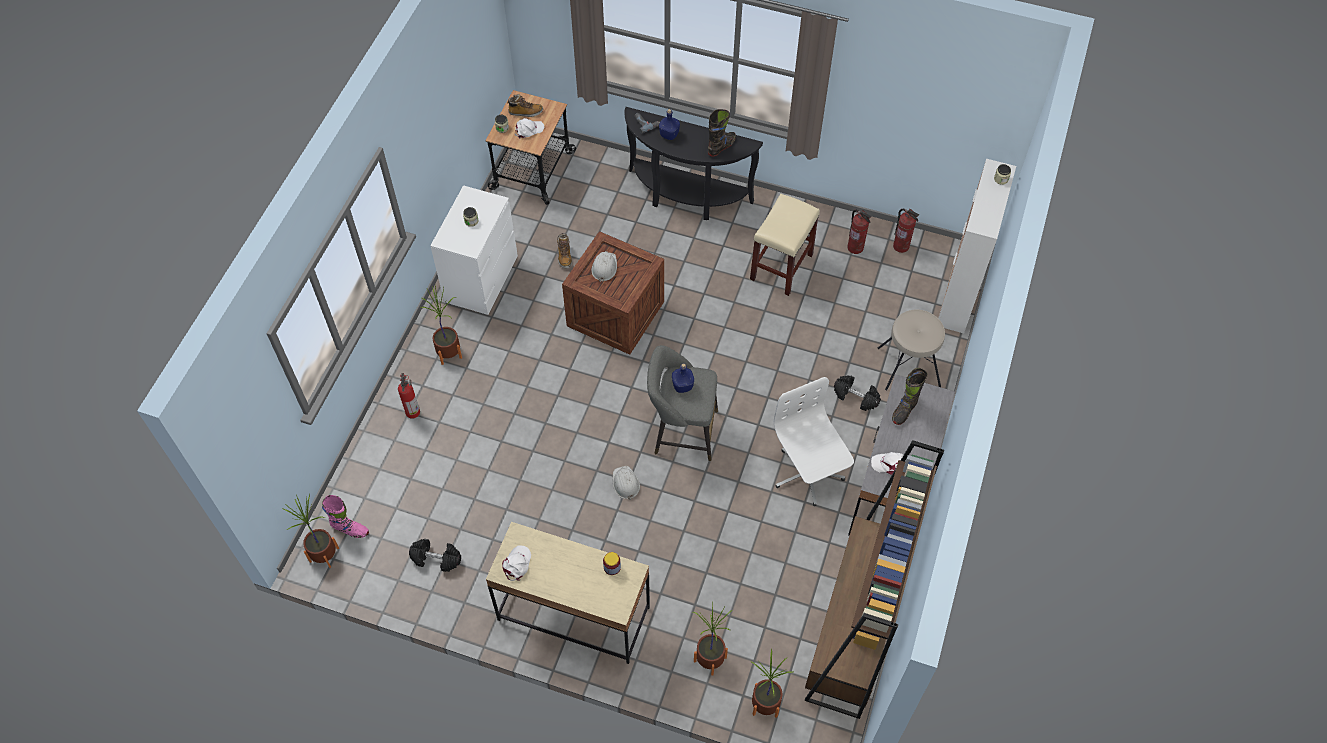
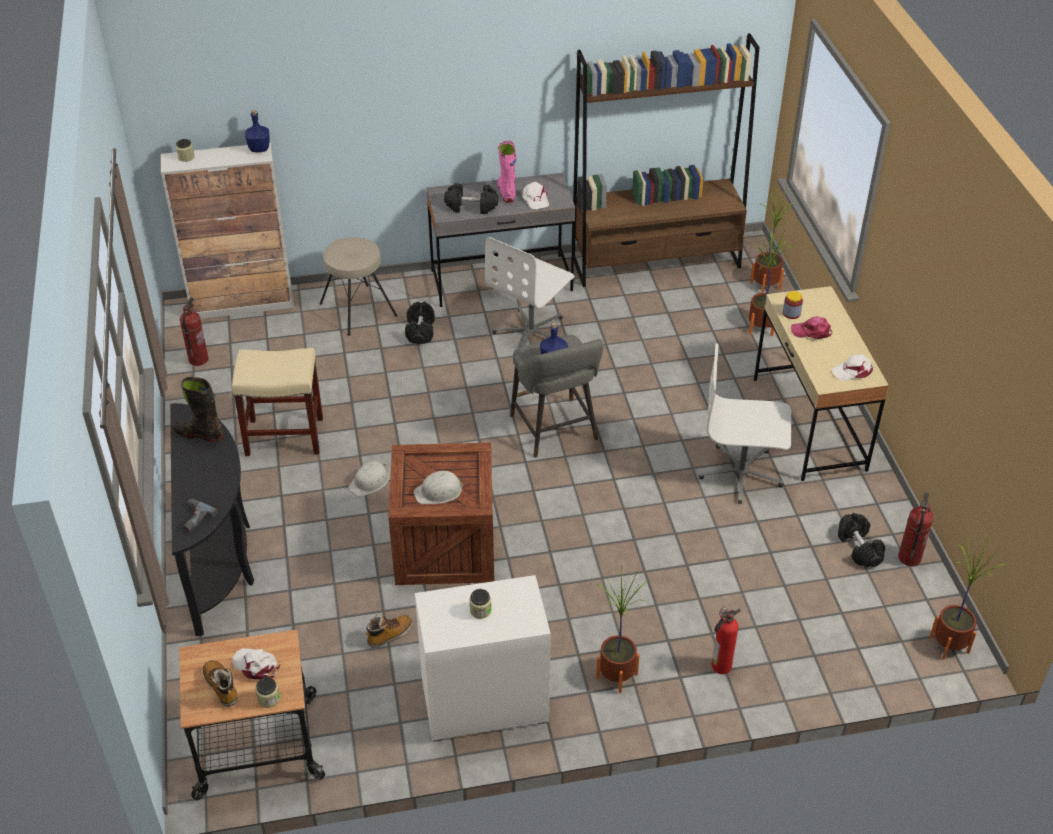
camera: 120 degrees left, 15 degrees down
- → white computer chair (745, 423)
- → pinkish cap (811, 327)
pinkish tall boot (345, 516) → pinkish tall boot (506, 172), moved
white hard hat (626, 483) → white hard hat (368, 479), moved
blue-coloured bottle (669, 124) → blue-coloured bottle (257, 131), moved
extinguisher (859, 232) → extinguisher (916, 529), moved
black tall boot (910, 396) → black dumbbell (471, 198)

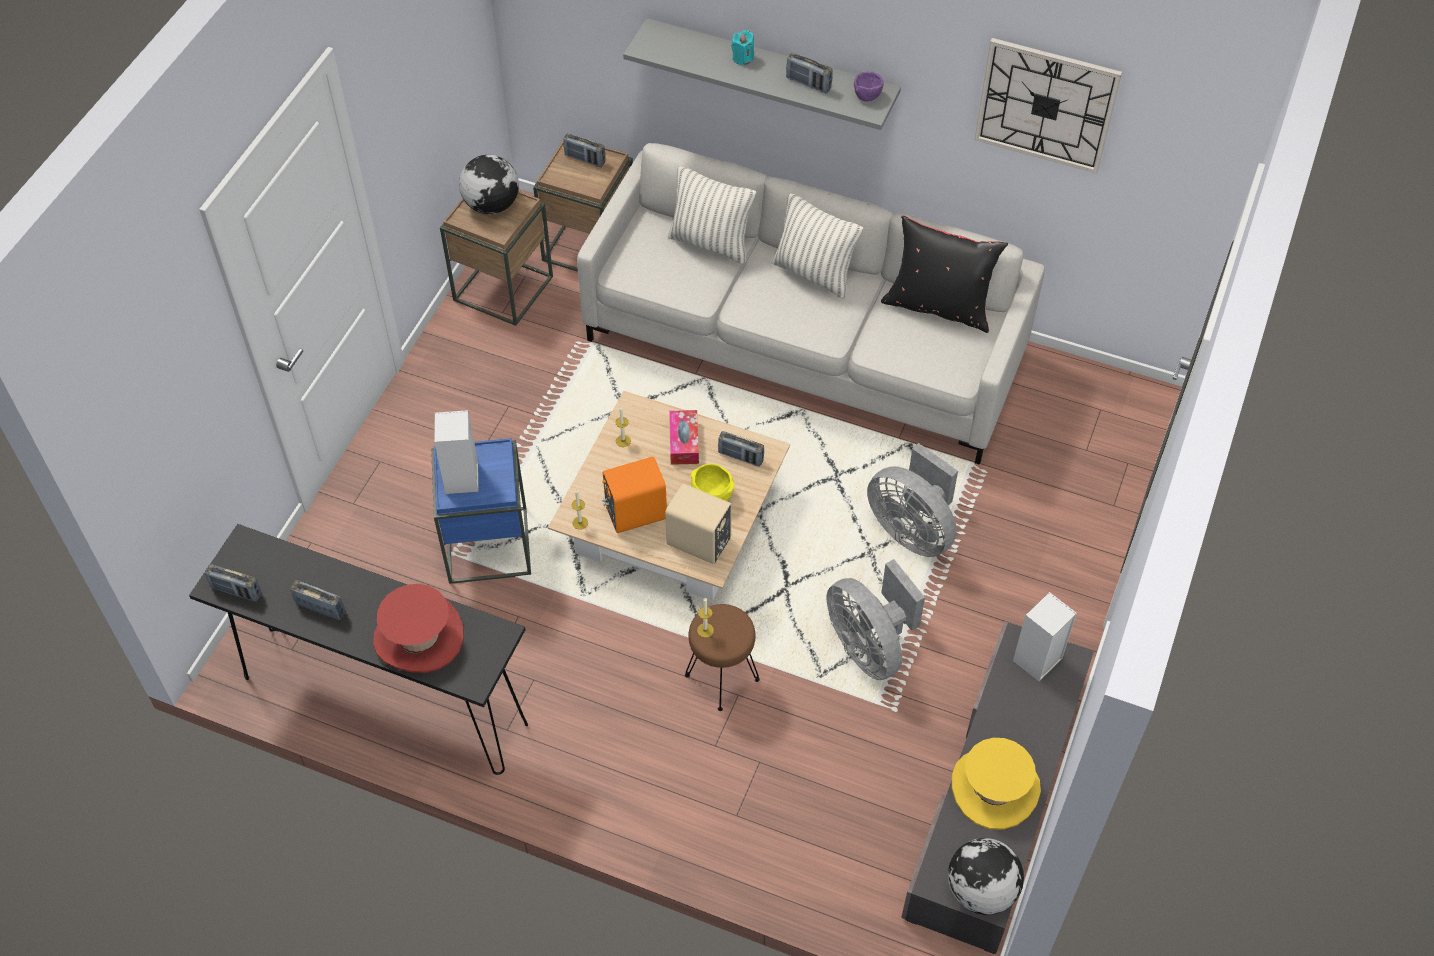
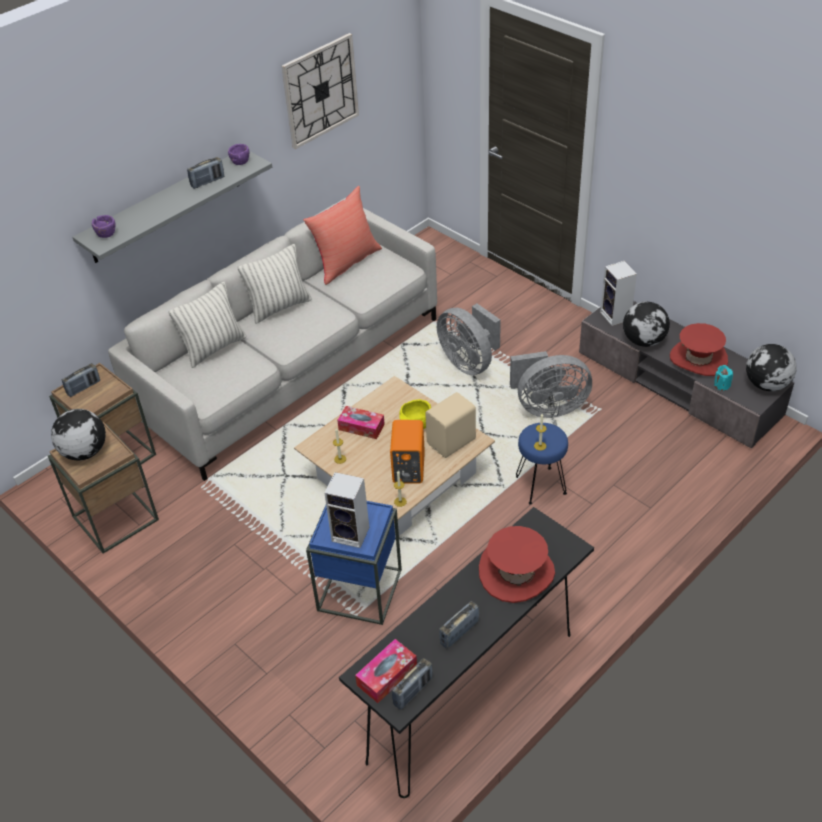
camera: 65 degrees left, 10 degrees down
radio set (741, 449) → -
- → purple serving bowl (104, 226)
- → box of tissues (386, 671)
- → globe (646, 324)
blue-green candle (742, 48) → blue-green candle (723, 378), moved
brown-coloured stool seat (722, 657) → blue-coloured stool seat (542, 464)
black throw pillow (944, 274) → reddish throw pillow (342, 235)
yellowish clothing hat (996, 784) → reddish clothing hat (699, 349)
gray electric fan (912, 500) → gray electric fan (469, 339), 75 degrees clockwise

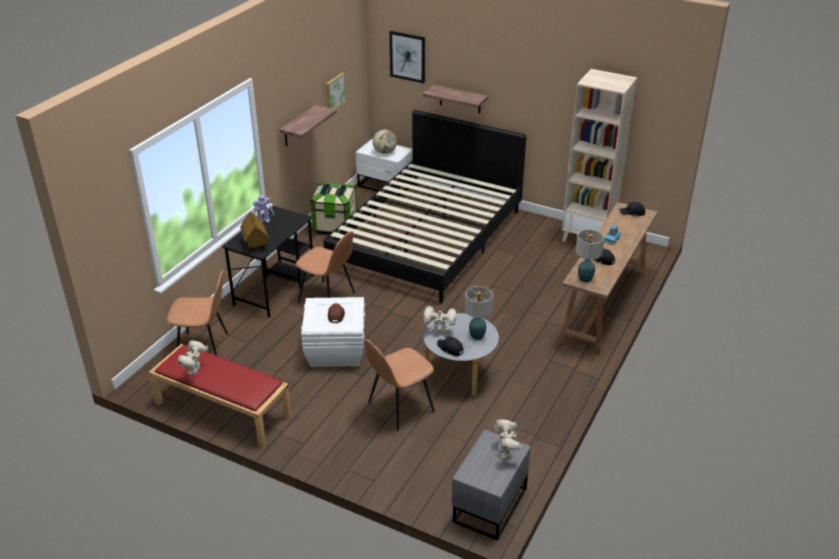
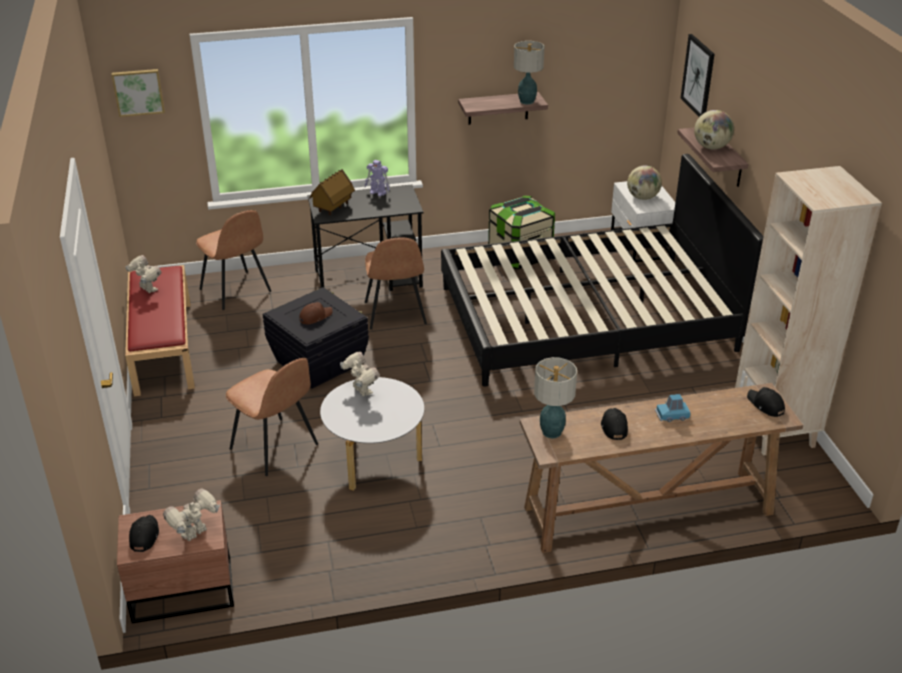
camera: 50 degrees right, 0 degrees up
- → globe (714, 129)
picture (336, 91) → picture (138, 93), moved
black cap (450, 346) → black cap (144, 533), moved
lamp for a table (479, 313) → lamp for a table (529, 73), moved
white storage container (333, 332) → black storage container (316, 338)
gray nightstand (491, 485) → brown-coloured nightstand (175, 561)
model robot (192, 357) → model robot (144, 274), 75 degrees clockwise
brown-coloured chair (399, 384) → brown-coloured chair (272, 417), 150 degrees counterclockwise

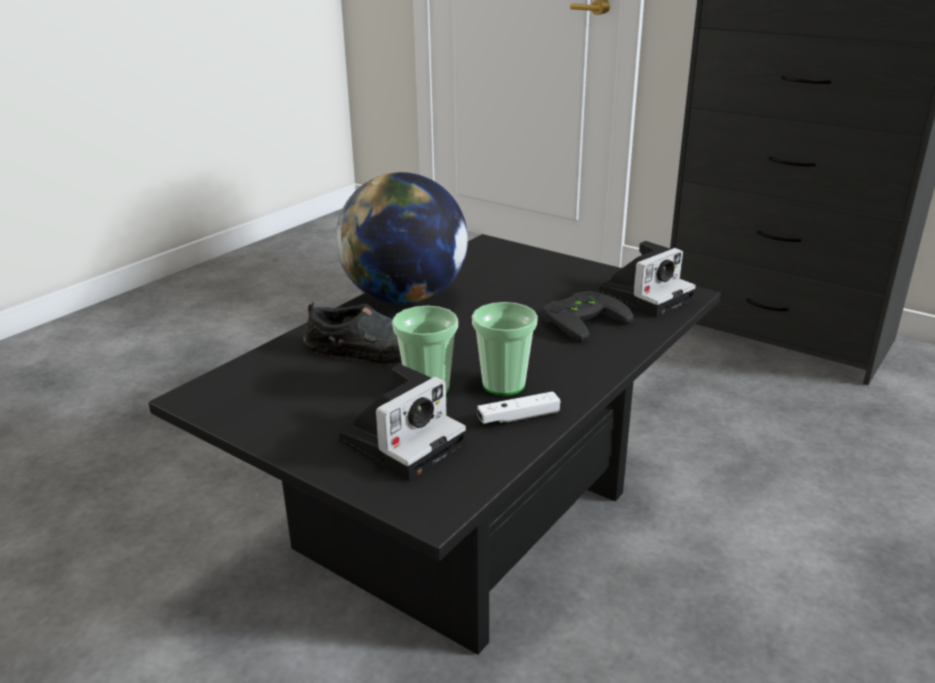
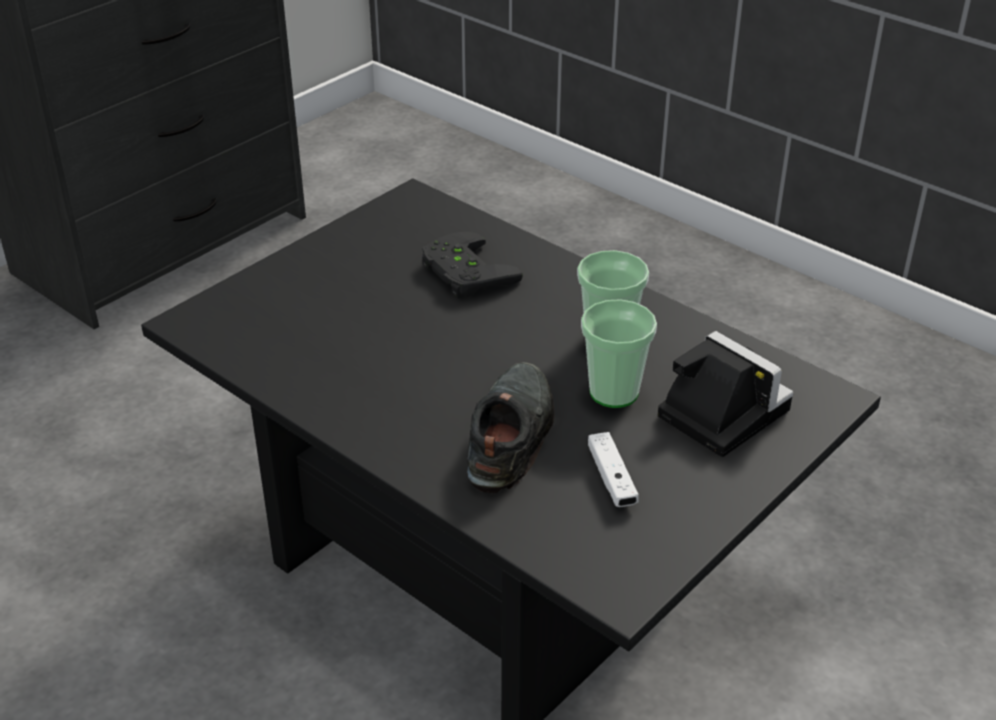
camera: 85 degrees left, 10 degrees up
globe (402, 238) → -
still camera (647, 279) → -
white game controller (519, 407) → white game controller (613, 469), moved

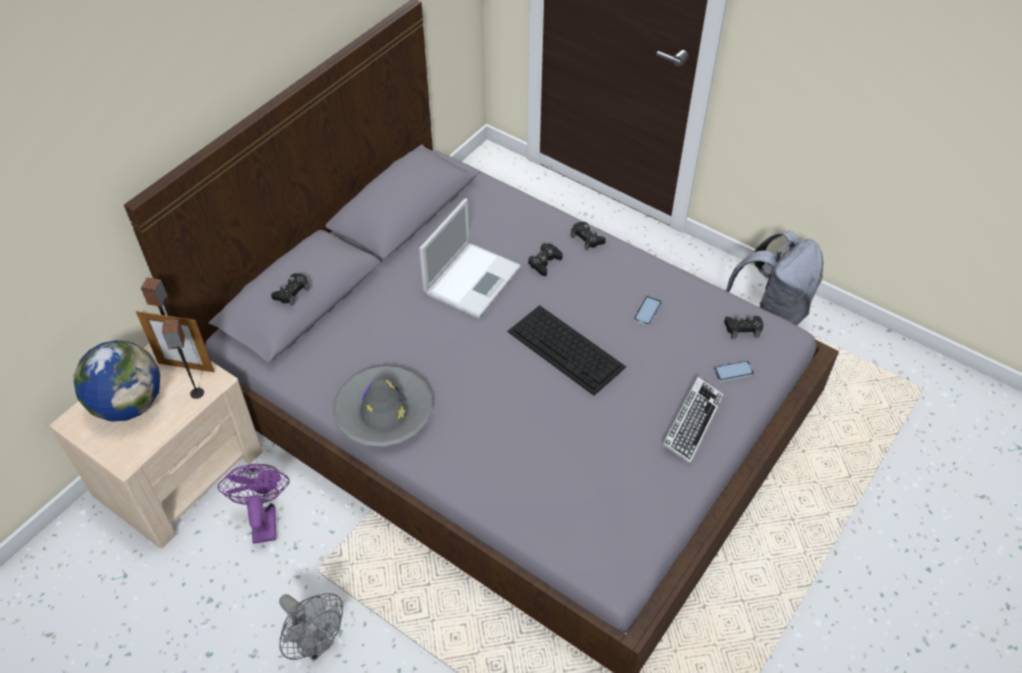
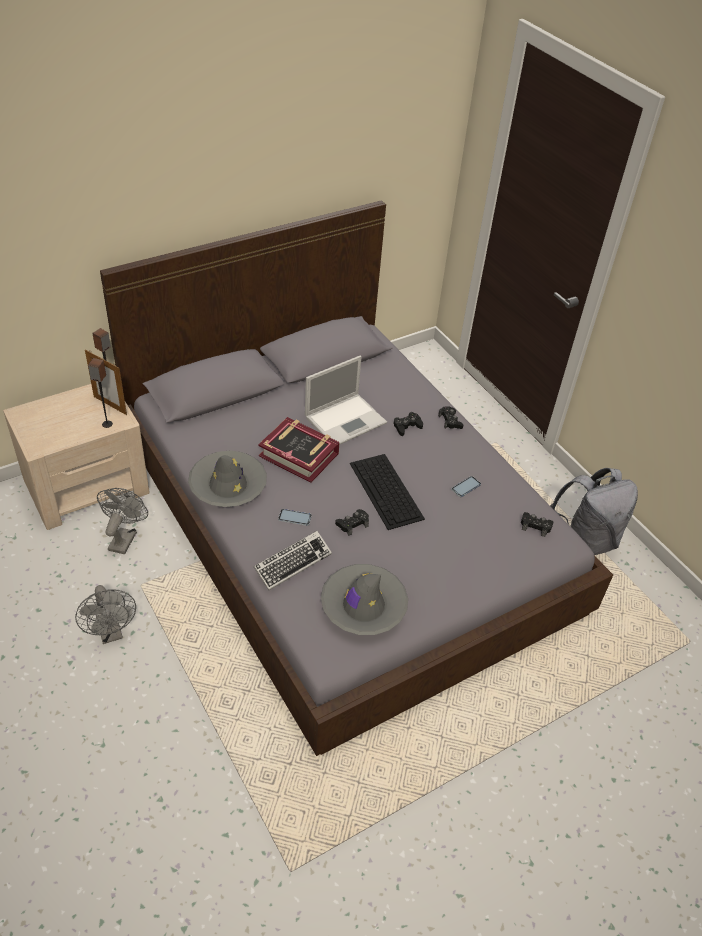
camera: 20 degrees right, 5 degrees down
globe (117, 380) → -
- → book (299, 450)
- → gray clothing hat (364, 599)
black game controller (290, 289) → black game controller (352, 522), moved
computer keyboard (693, 420) → computer keyboard (293, 560), moved
phone (734, 370) → phone (295, 517), moved
purple electric fan (254, 504) → gray electric fan (122, 521)

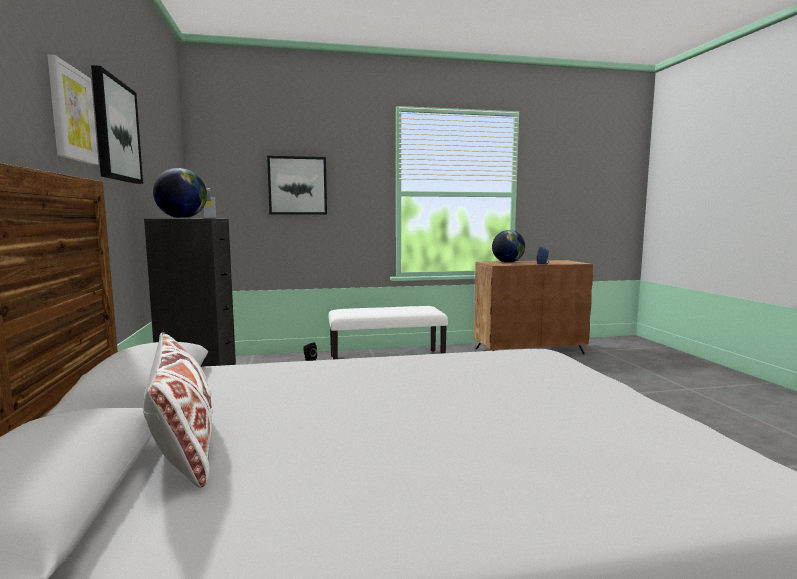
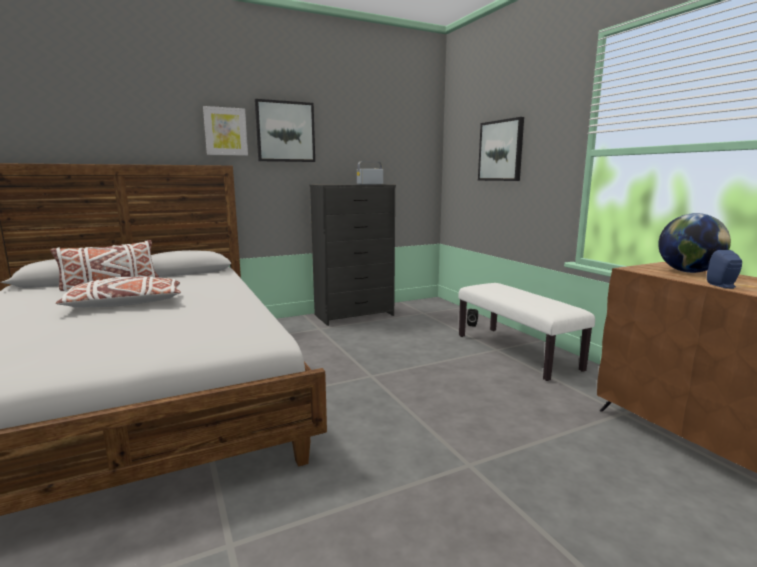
camera: 75 degrees right, 5 degrees up
globe (180, 193) → -
- → white throw pillow (118, 292)

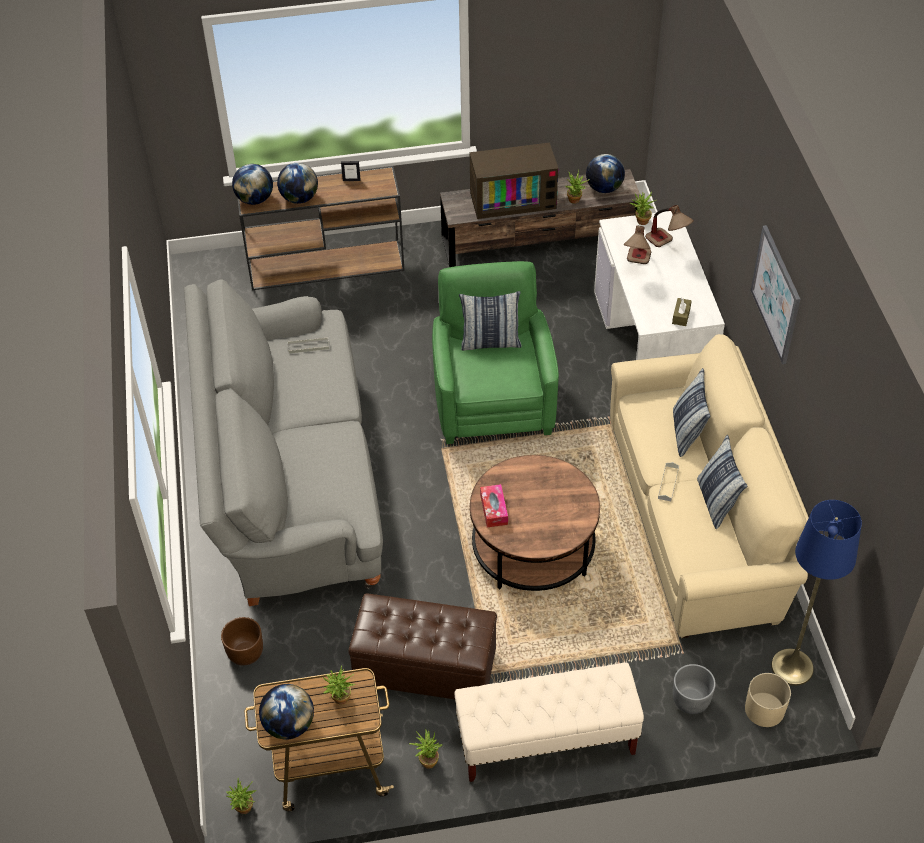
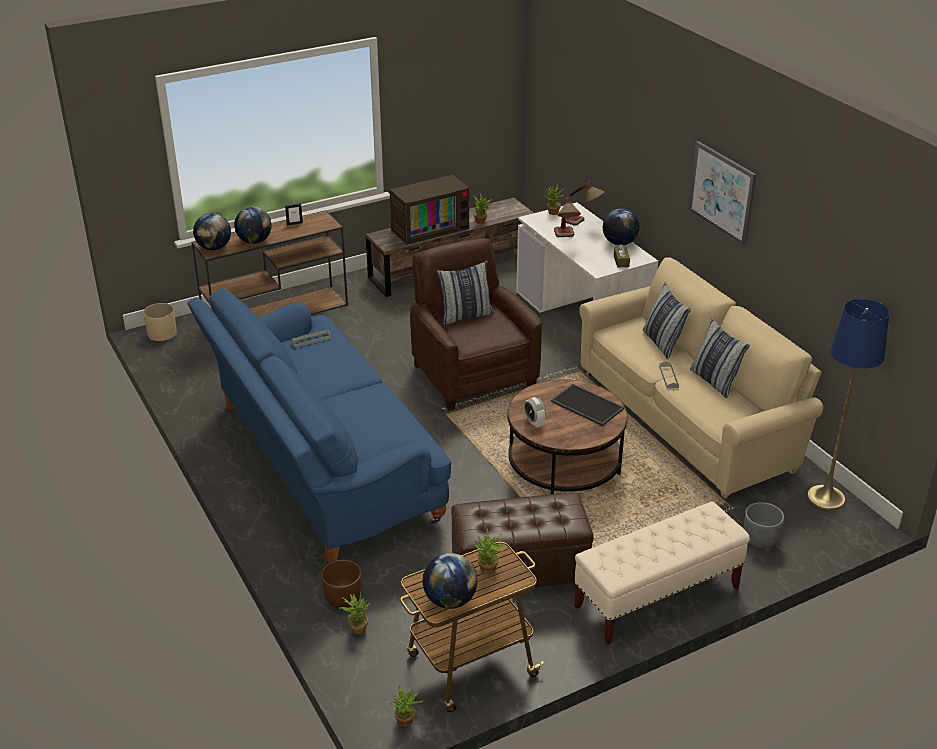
camera: 20 degrees left, 15 degrees down
- → tray (587, 405)
plant in a pot (426, 749) → plant in a pot (354, 612), moved
globe (605, 173) → globe (621, 227), moved
sand-coloured flower pot (768, 700) → sand-coloured flower pot (160, 322), moved
box of tissues (494, 505) → bedside clock (535, 412)
gray settee (283, 442) → blue-coloured settee (319, 425)
greenish easy chair (495, 352) → brown-coloured easy chair (476, 325)

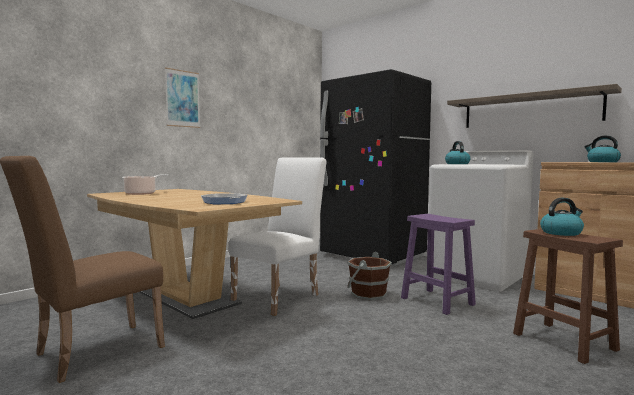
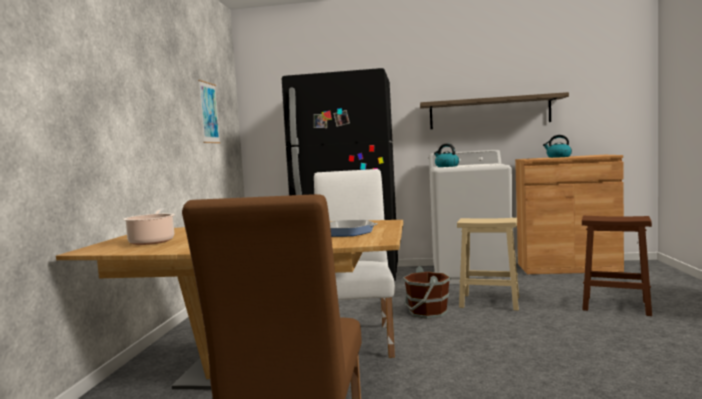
camera: 35 degrees left, 0 degrees up
water kettle (562, 217) → -
picture (182, 97) → picture (209, 111), moved
purple stool seat (438, 264) → sand-coloured stool seat (488, 264)

